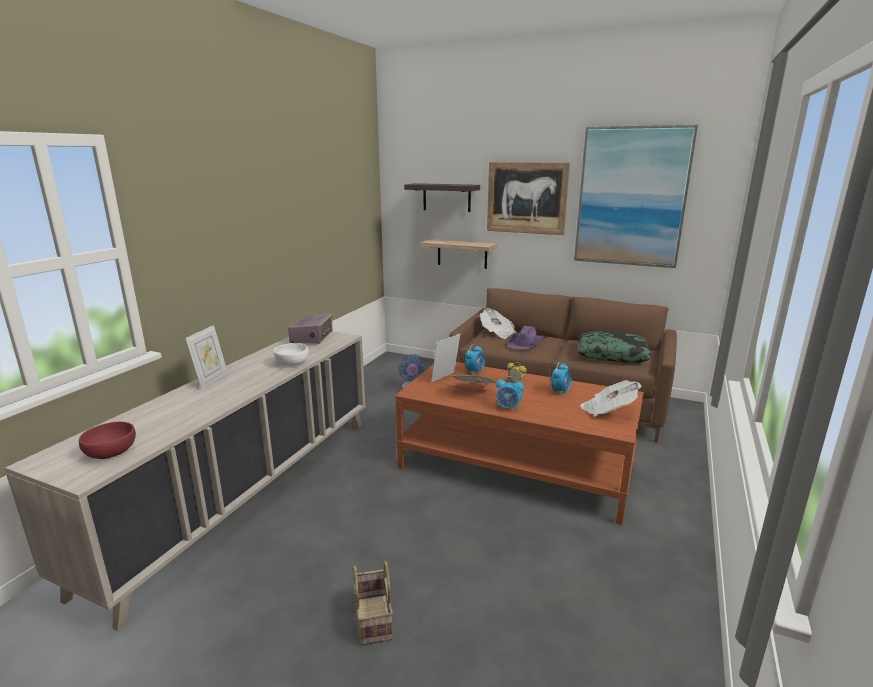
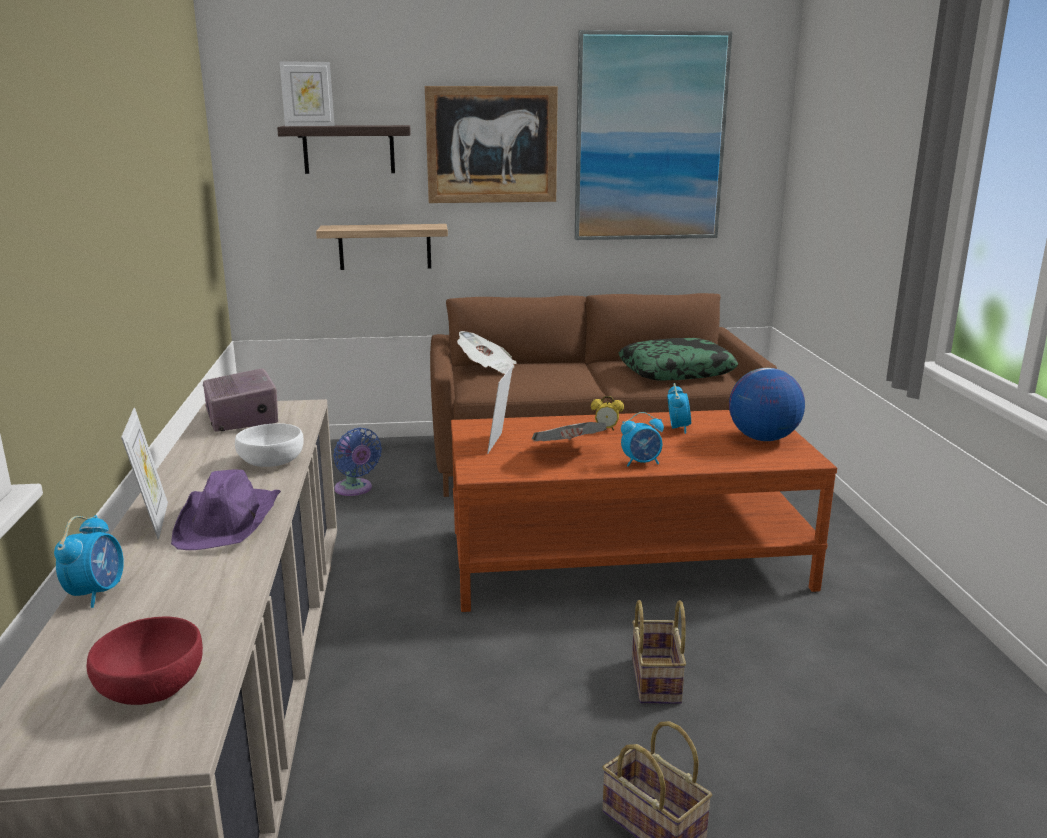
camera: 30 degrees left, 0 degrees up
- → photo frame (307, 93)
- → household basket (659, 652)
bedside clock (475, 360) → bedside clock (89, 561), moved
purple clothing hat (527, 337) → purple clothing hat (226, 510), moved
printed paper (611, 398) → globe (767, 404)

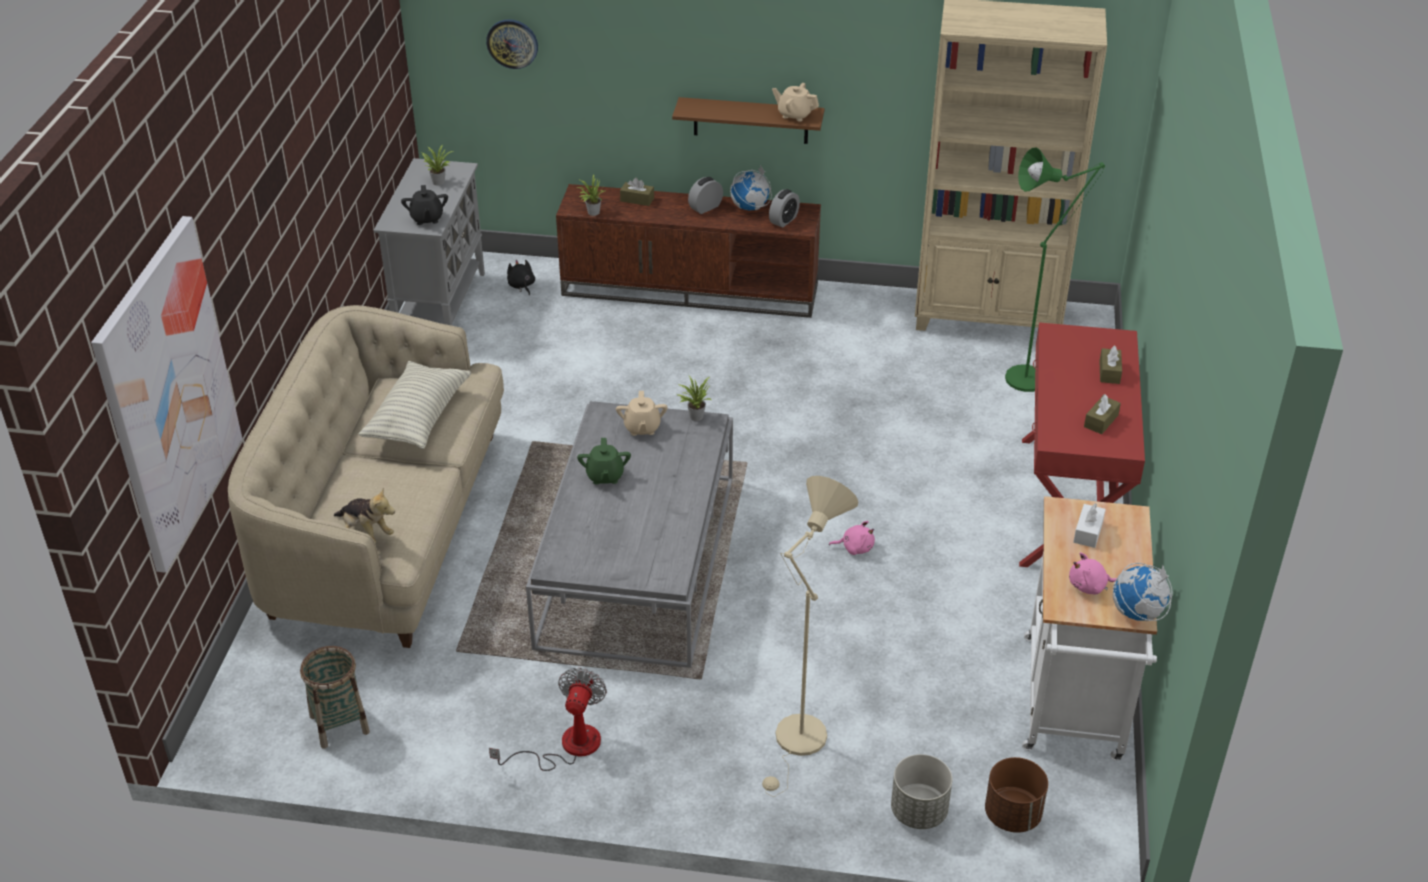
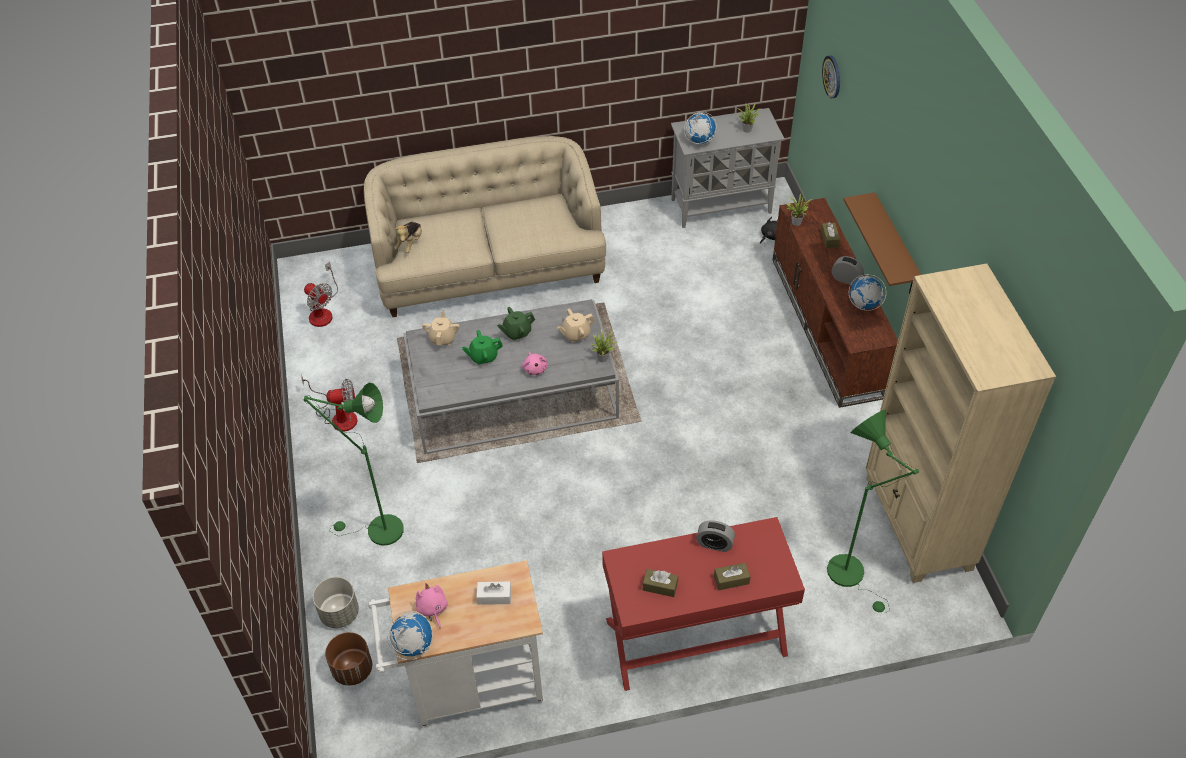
camera: 70 degrees right, 10 degrees up
picture (166, 394) → -
throw pillow (415, 405) → -
- → greenish teapot (482, 347)
bedside clock (784, 208) → bedside clock (715, 536), moved
sand-coloured teapot (795, 102) → sand-coloured teapot (441, 327), moved
pinkish plush toy (852, 538) → pinkish plush toy (534, 363), moved
household basket (335, 697) → electric fan (321, 294)
black teapot (424, 205) → globe (700, 128)
sand-coloured standard lamp (810, 636) → greenish standard lamp (354, 464)

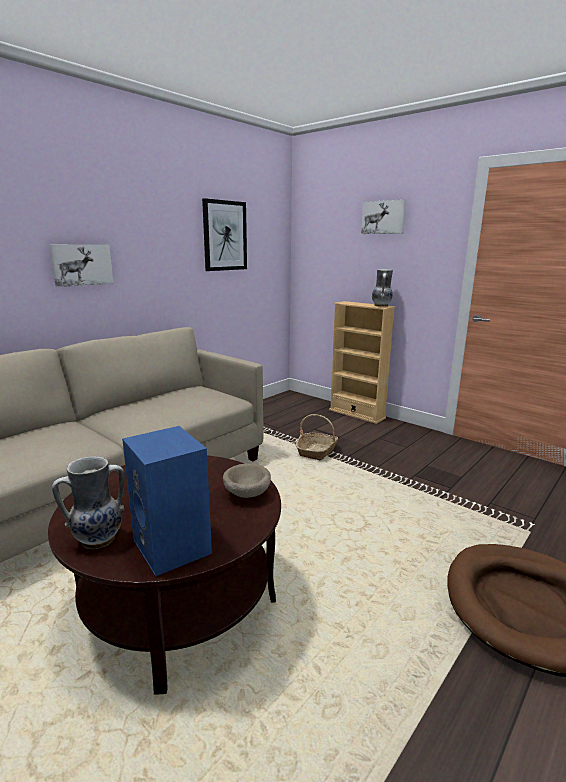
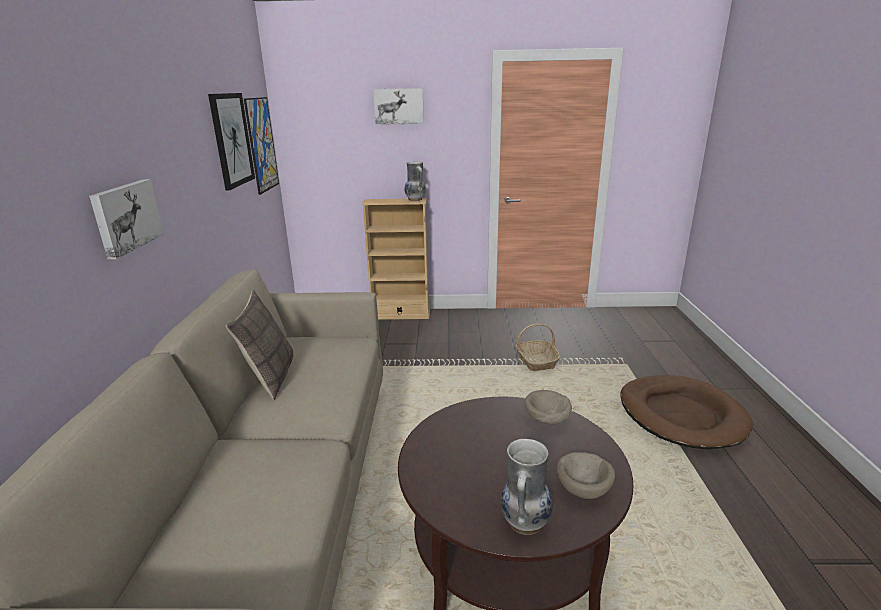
camera: 40 degrees left, 5 degrees up
- → throw pillow (260, 345)
- → picture (261, 146)
household basket (317, 437) → household basket (537, 347), moved
blue-coloured speaker (167, 501) → sand-coloured serving bowl (586, 475)

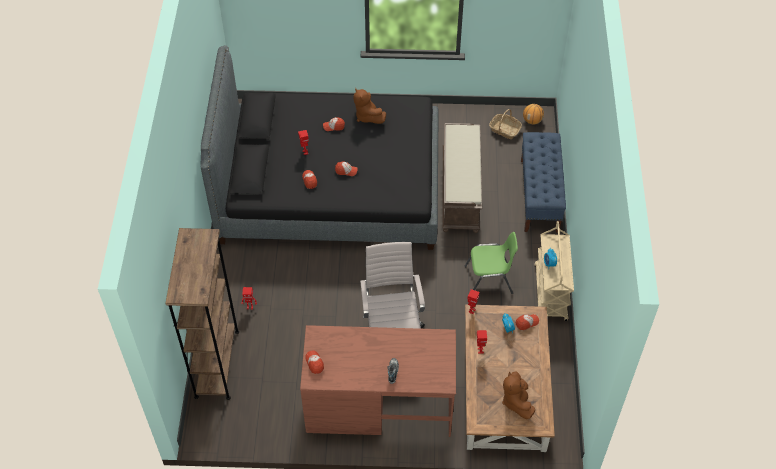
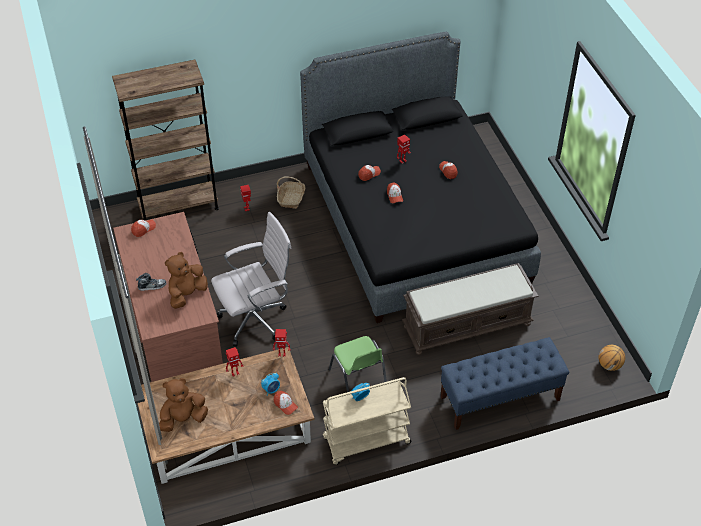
camera: 70 degrees right, 5 degrees down
brown-coloured plush toy (369, 106) → brown-coloured plush toy (186, 280), moved
household basket (505, 124) → household basket (291, 192), moved

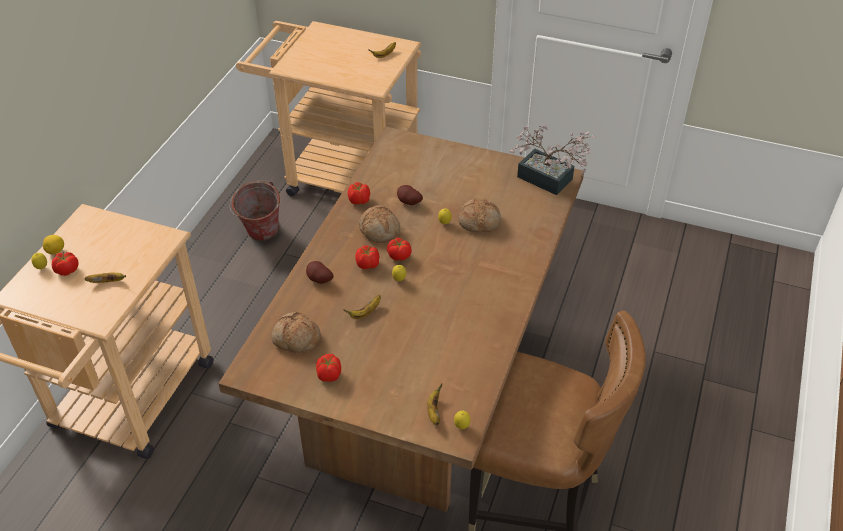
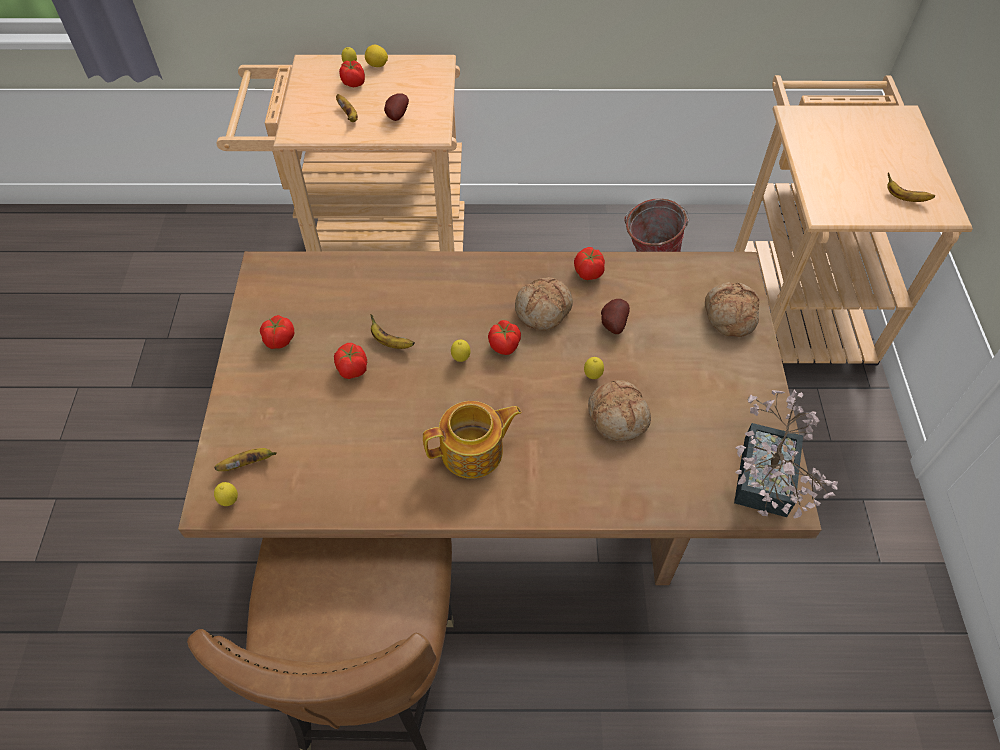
camera: 70 degrees right, 10 degrees up
- → teapot (472, 440)
bread (296, 332) → bread (732, 309), moved
whole potato (319, 272) → whole potato (396, 107), moved
tomato (367, 257) → tomato (350, 361), moved

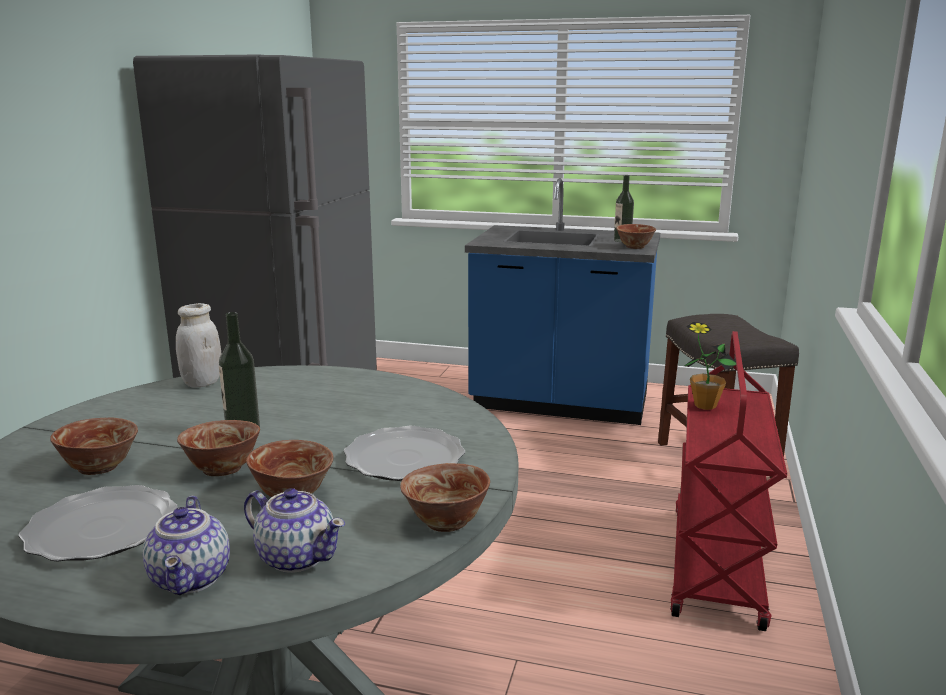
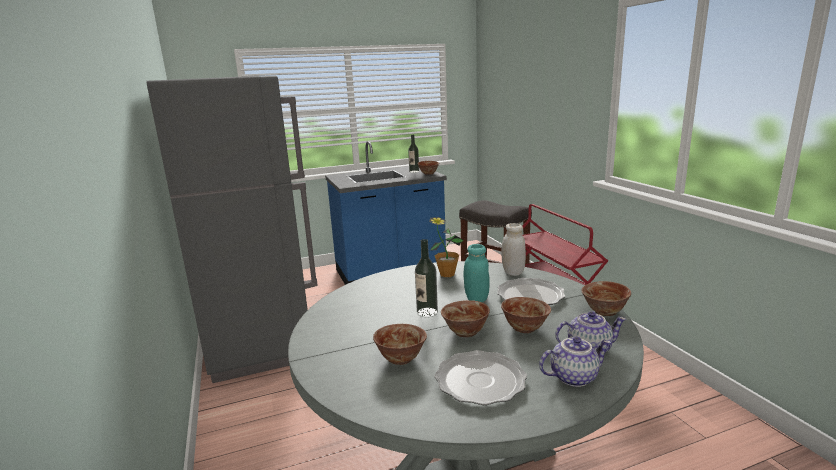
camera: 35 degrees left, 0 degrees up
- → blue-green preserve jar (476, 273)
white preserve jar (198, 345) → white preserve jar (513, 249), moved
plant in a pot (710, 366) → plant in a pot (446, 247), moved
teapot (186, 545) → teapot (575, 362), 60 degrees counterclockwise

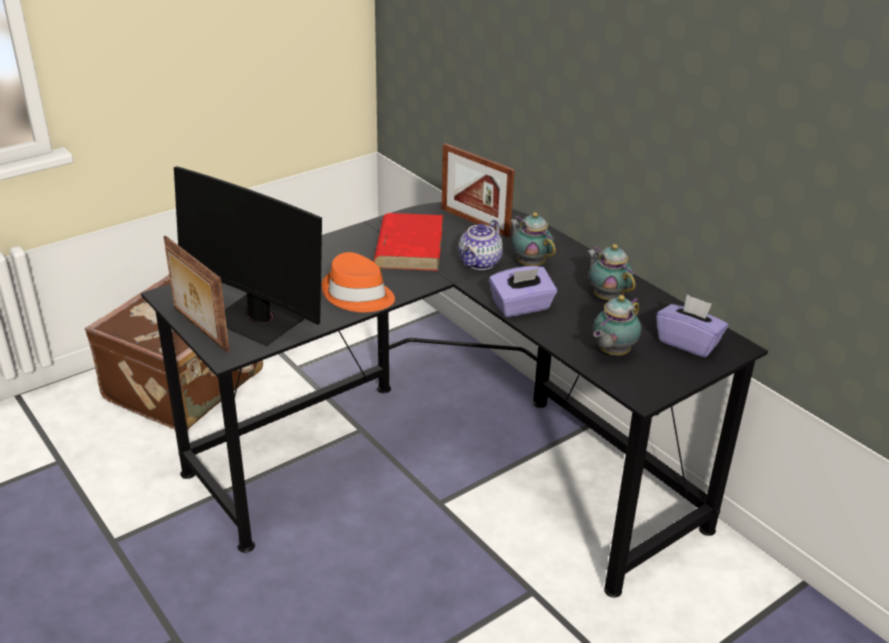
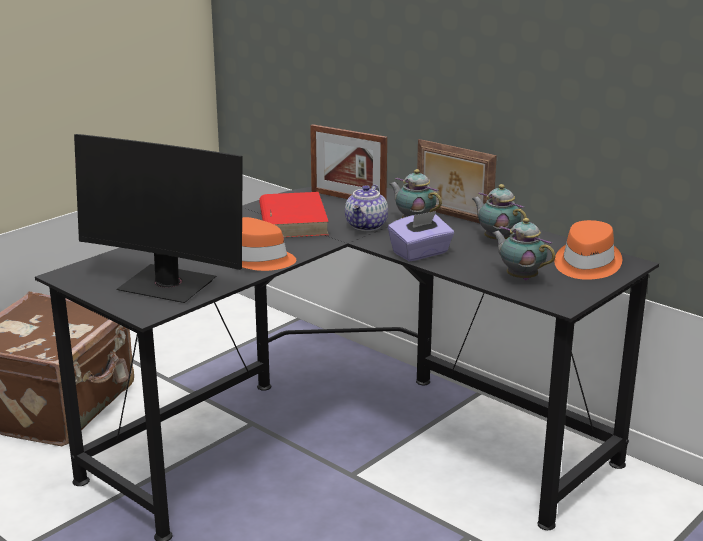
camera: 10 degrees left, 10 degrees down
photo frame (197, 294) → photo frame (457, 181), moved
purple box of tissues (692, 325) → orange clothing hat (588, 250)
teapot (617, 325) → teapot (523, 249), 105 degrees clockwise

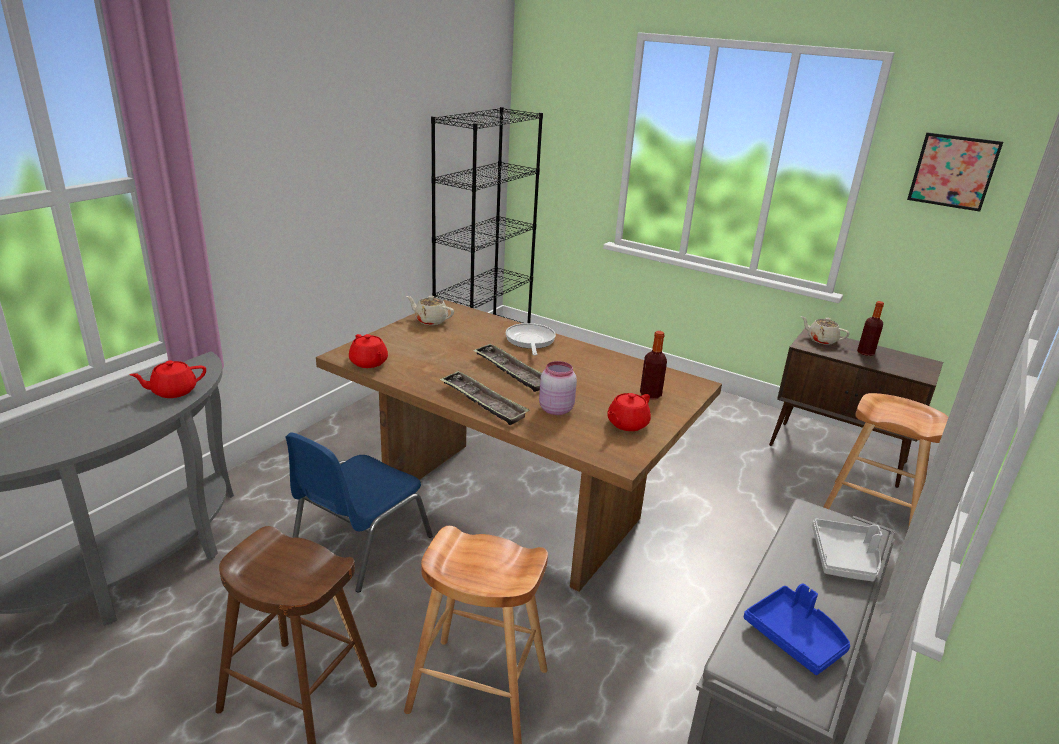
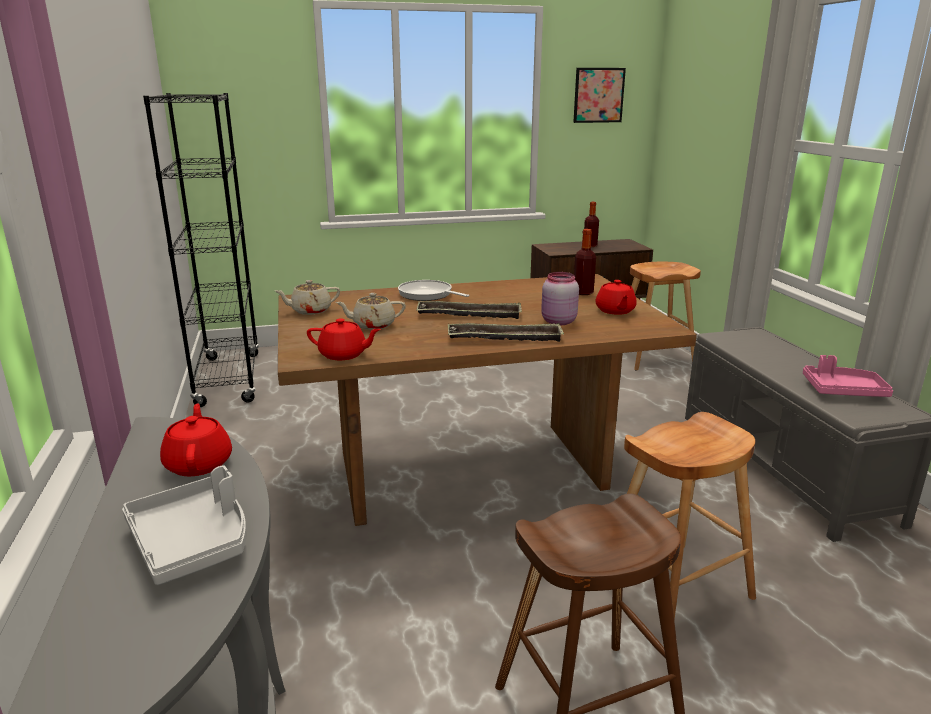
camera: 45 degrees left, 5 degrees down
blue-coloured chair (359, 512) → -
sand-coloured teapot (825, 330) → sand-coloured teapot (371, 311), moved
gray tray (847, 550) → gray tray (184, 525), moved
blue-coloured tray (797, 629) → pinkish tray (848, 376)
reddish teapot (167, 379) → reddish teapot (196, 439), 150 degrees clockwise

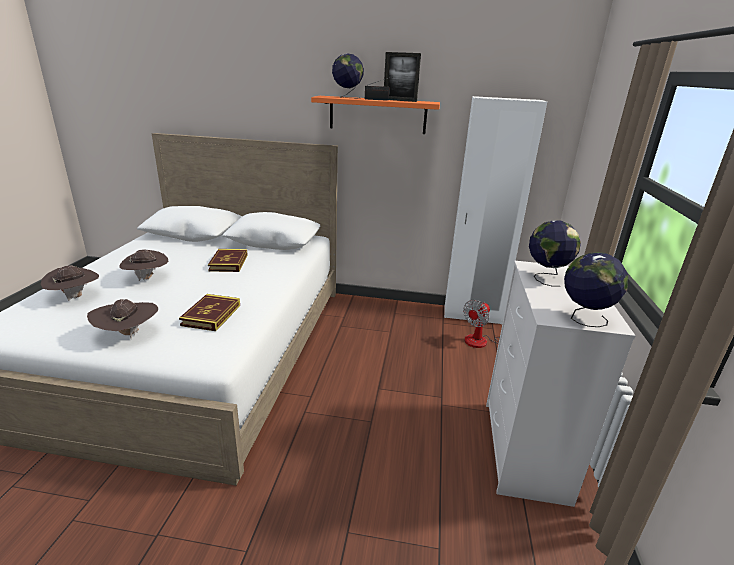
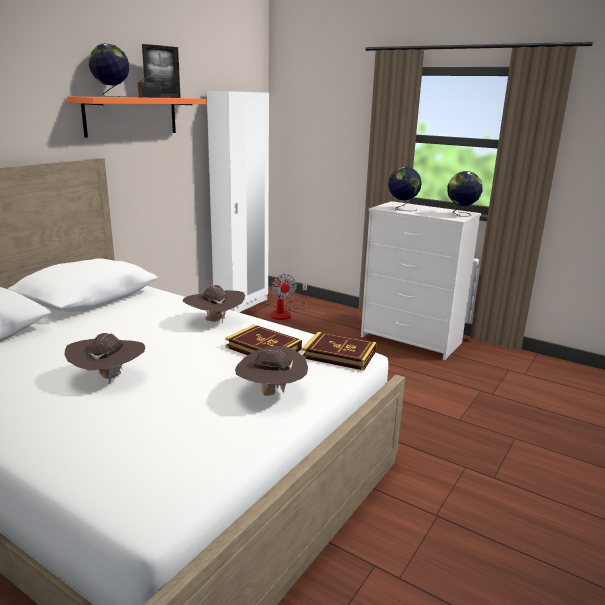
camera: 65 degrees left, 5 degrees down
brown-coloured clothing hat (70, 283) → brown-coloured clothing hat (214, 304), moved
book (228, 260) → book (339, 351), moved

